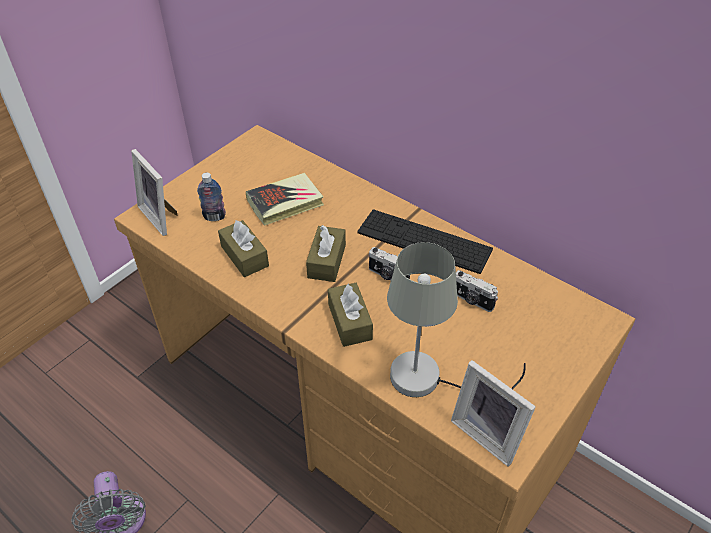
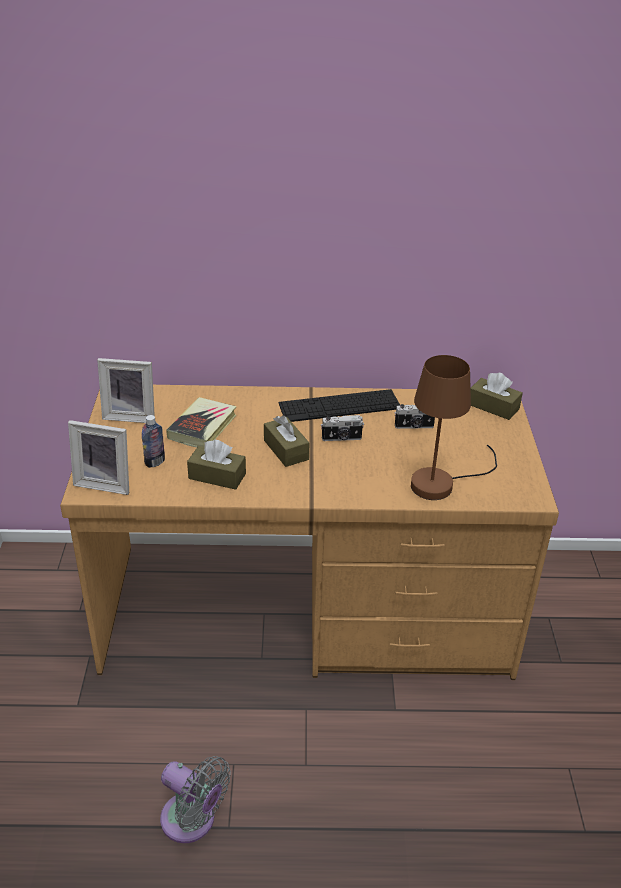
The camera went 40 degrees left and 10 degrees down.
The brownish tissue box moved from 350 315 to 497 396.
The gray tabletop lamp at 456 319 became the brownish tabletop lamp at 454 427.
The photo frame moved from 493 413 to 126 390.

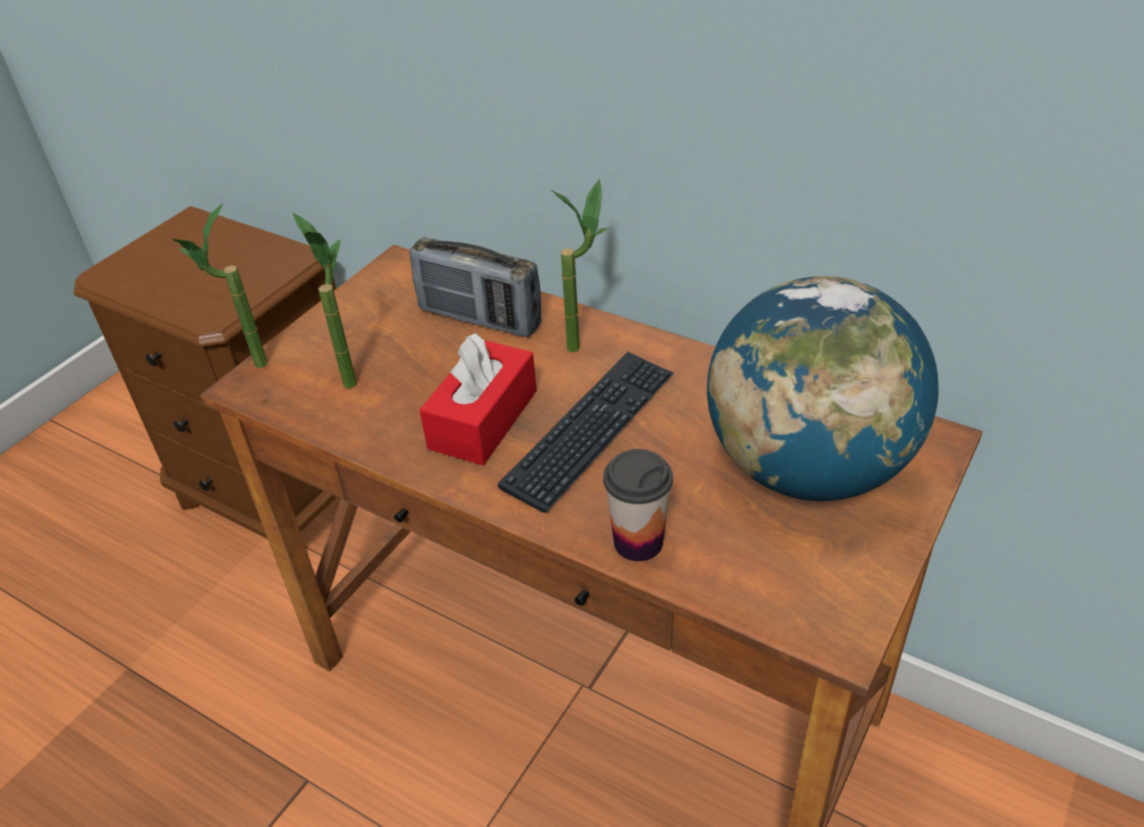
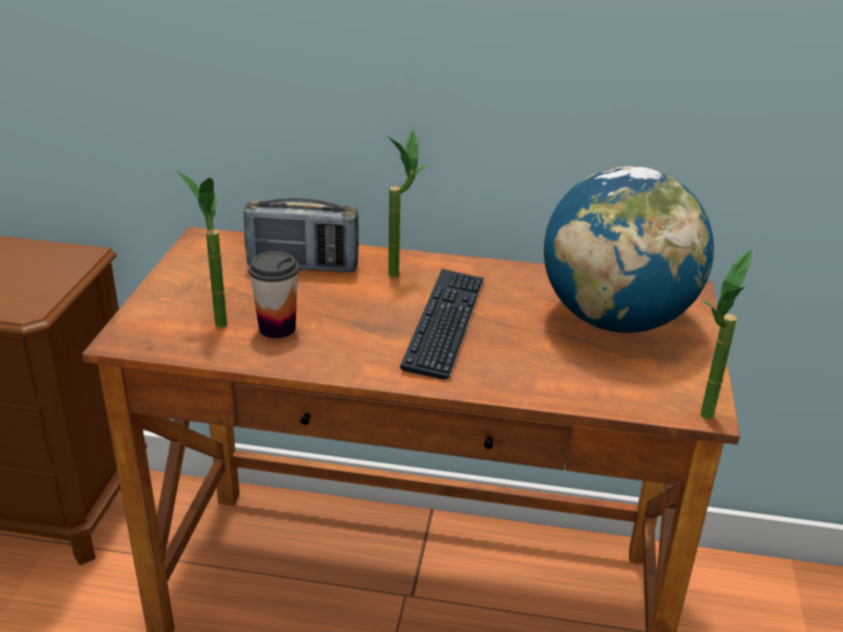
The camera went 25 degrees left and 10 degrees down.
The houseplant moved from 220 285 to 726 335.
The red-coloured tissue box at 478 399 disappeared.
The cup moved from 638 505 to 273 294.

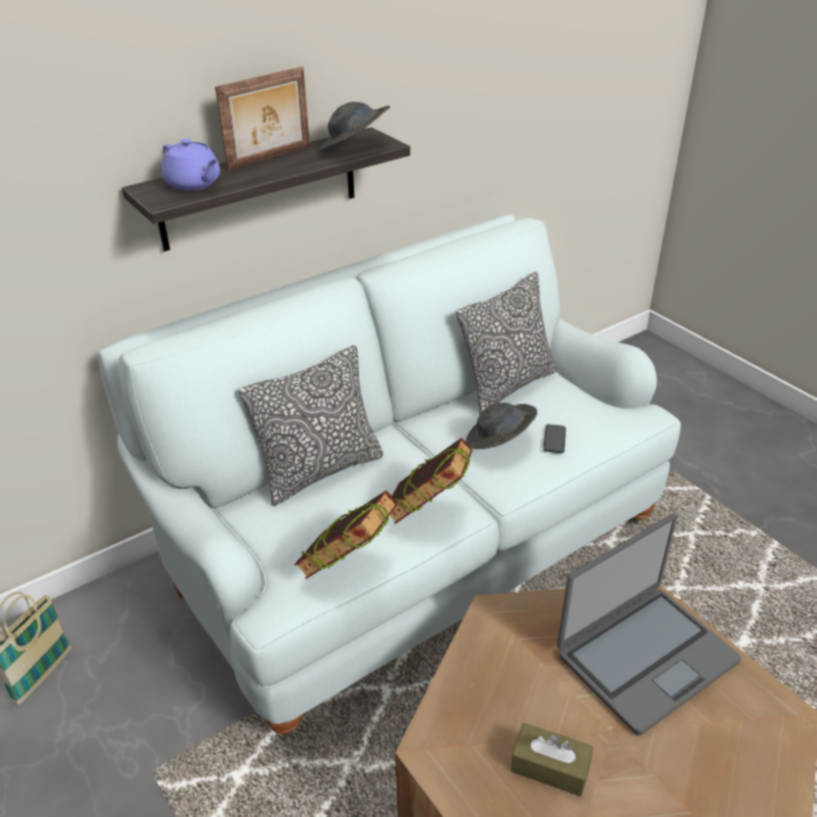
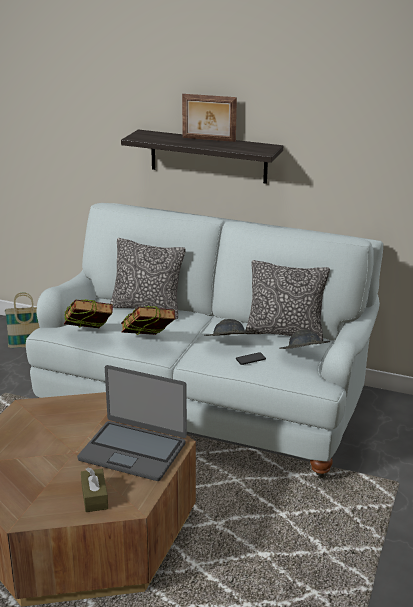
The camera went 55 degrees right and 10 degrees down.
The purple-coloured teapot at 190 165 disappeared.
The gray hat moved from 354 126 to 304 339.
The brownish tissue box moved from 552 760 to 94 489.

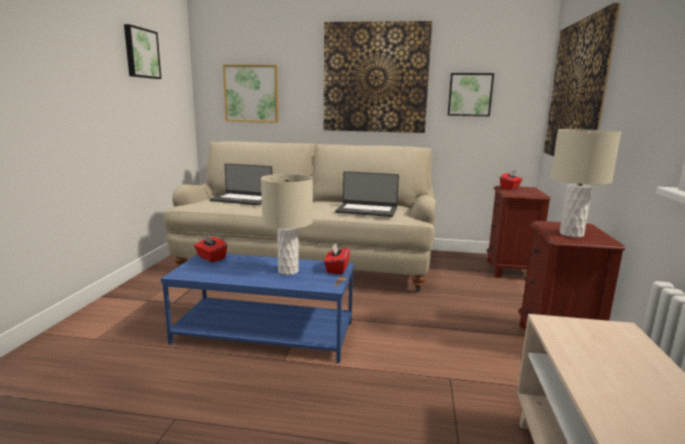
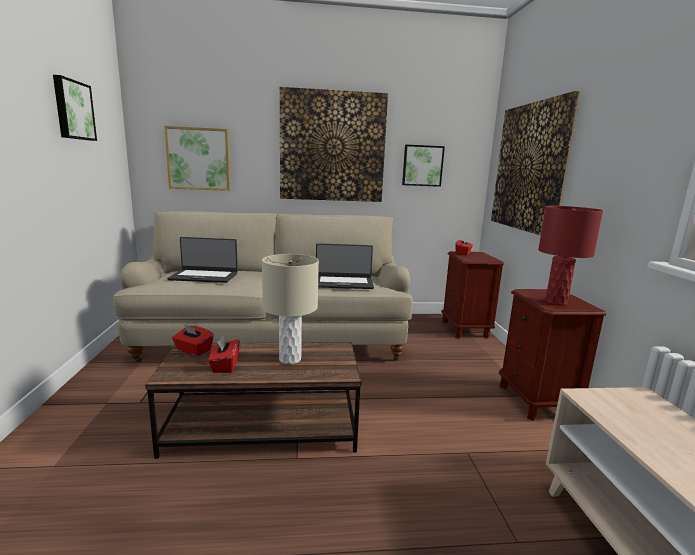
The camera went 15 degrees left and 0 degrees up.
The blue lounge table at 257 308 became the brownish lounge table at 253 400.
The red-coloured tissue box moved from 337 258 to 224 354.
The sand-coloured tabletop lamp at 586 183 became the red-coloured tabletop lamp at 570 255.

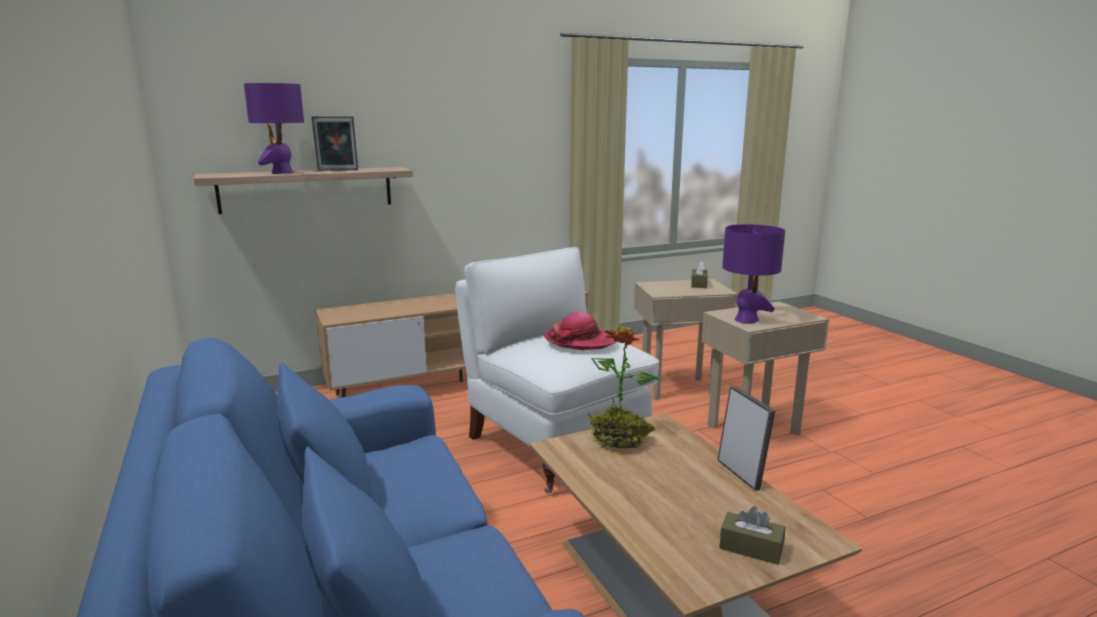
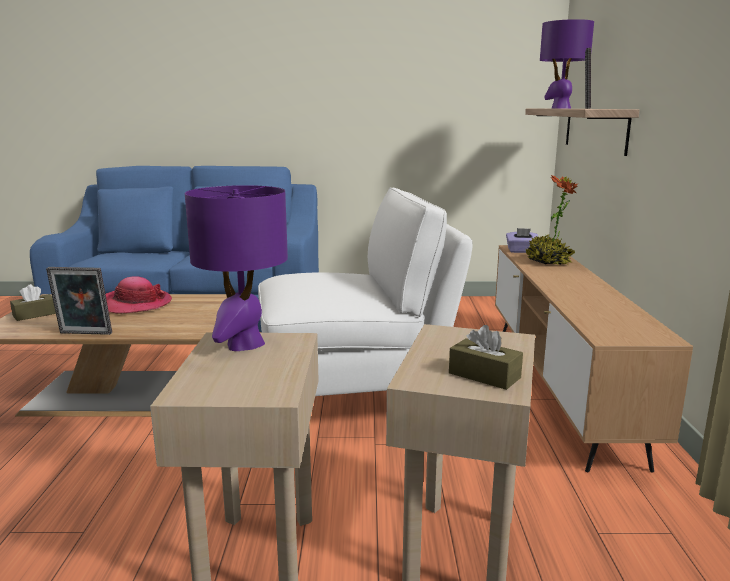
The camera went 115 degrees right and 0 degrees up.
The hat moved from 580 331 to 139 295.
The houseplant moved from 623 387 to 552 220.
The purple-coloured tissue box at 522 240 appeared.

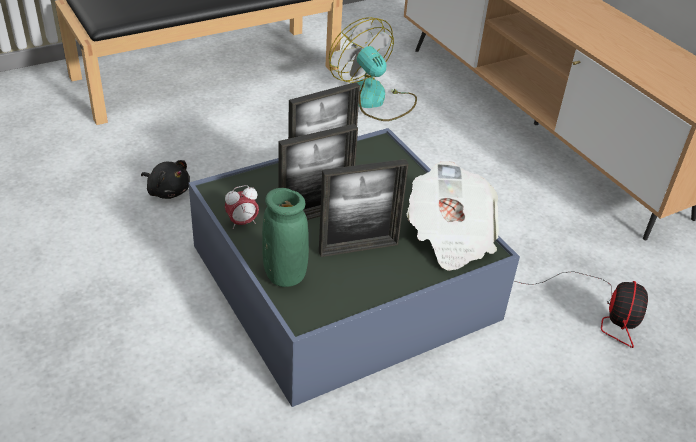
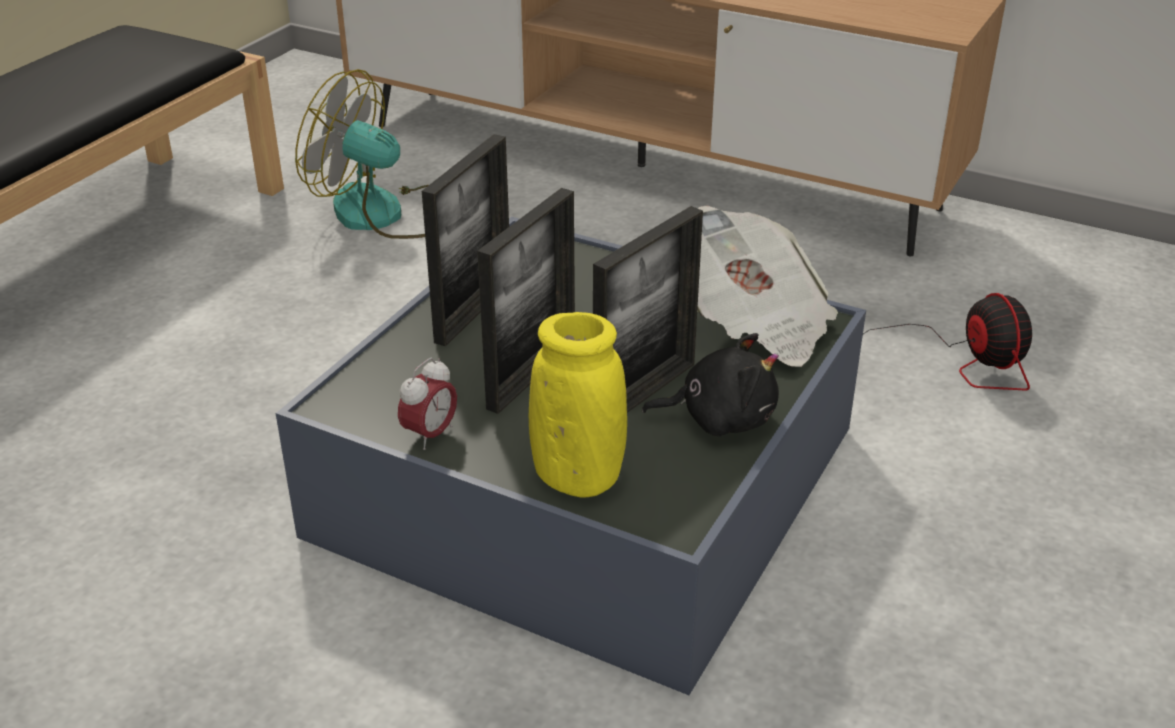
The camera went 30 degrees left and 5 degrees down.
The black-coloured soft toy moved from 165 179 to 710 384.
The green-coloured vase at 285 237 became the yellow-coloured vase at 578 405.

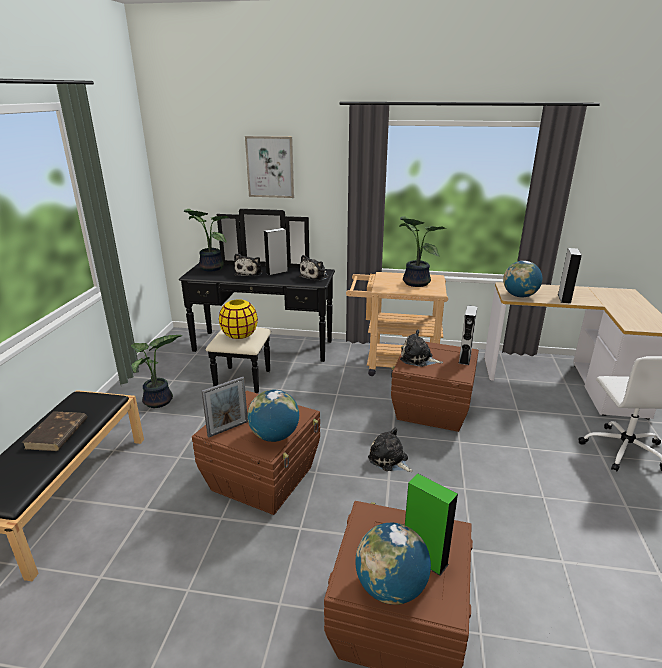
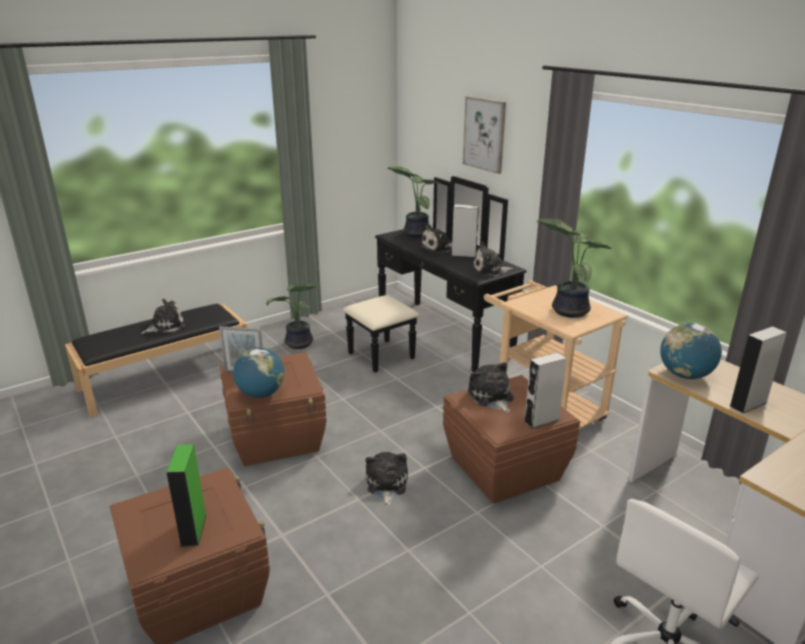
The camera went 45 degrees right and 0 degrees up.
The brownish book at 54 431 was replaced by the soft toy at 163 316.
The yellow-coloured vase at 238 319 disappeared.
The world globe at 393 564 disappeared.

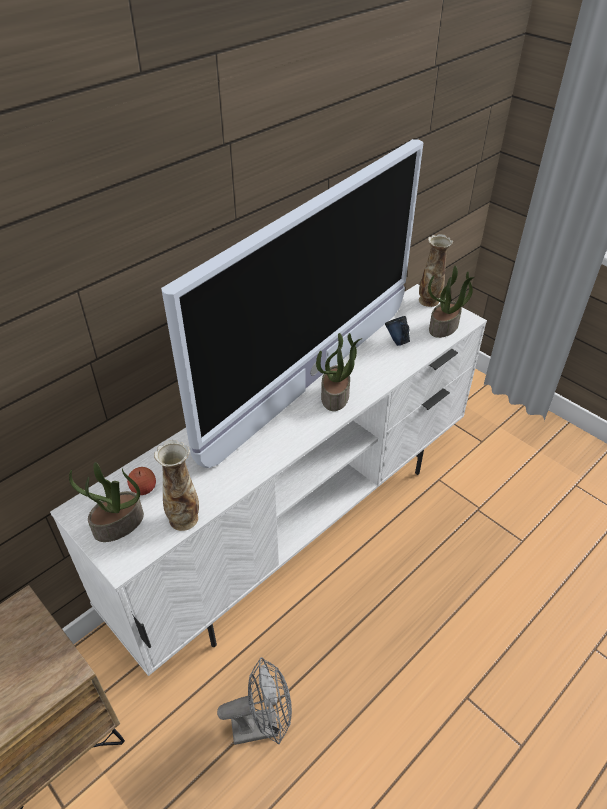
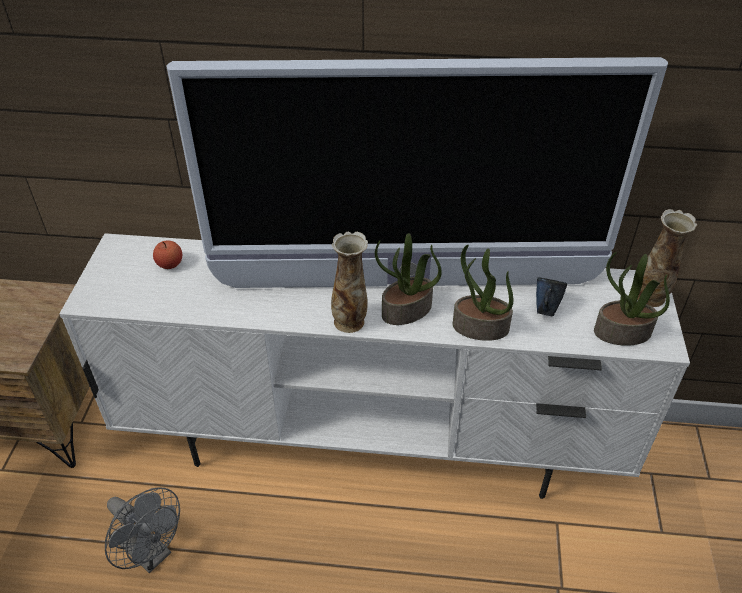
The camera went 50 degrees right and 0 degrees up.
The houseplant moved from 106 502 to 483 293.
The vase moved from 176 485 to 349 282.

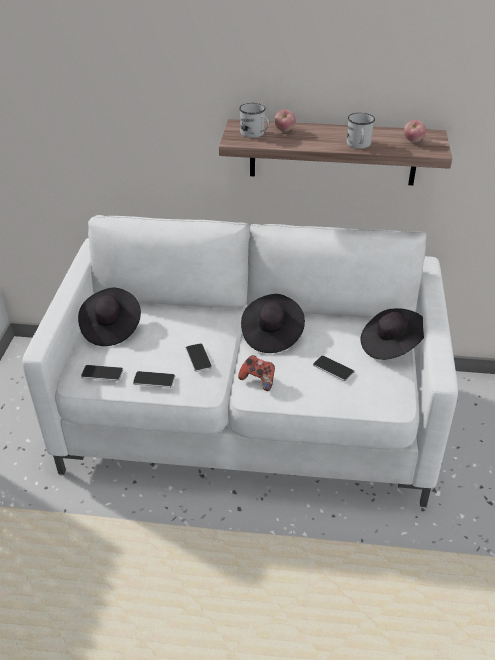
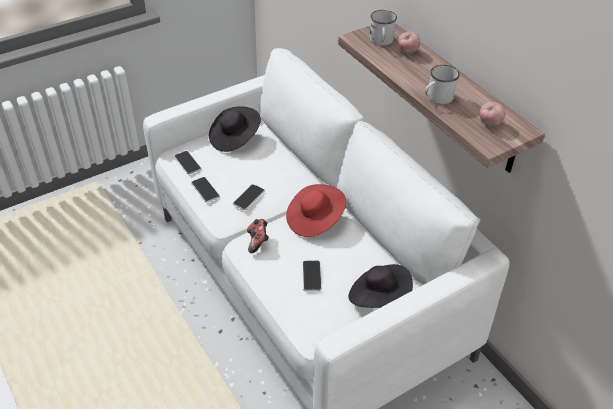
The camera went 50 degrees right and 5 degrees up.
The black-coloured hat at 273 323 became the red-coloured hat at 316 210.

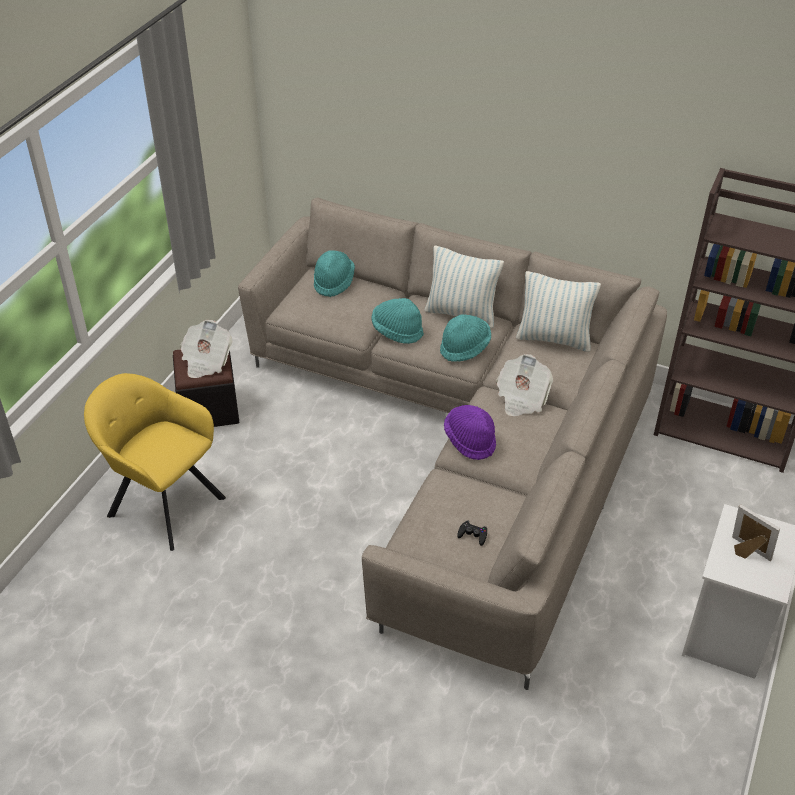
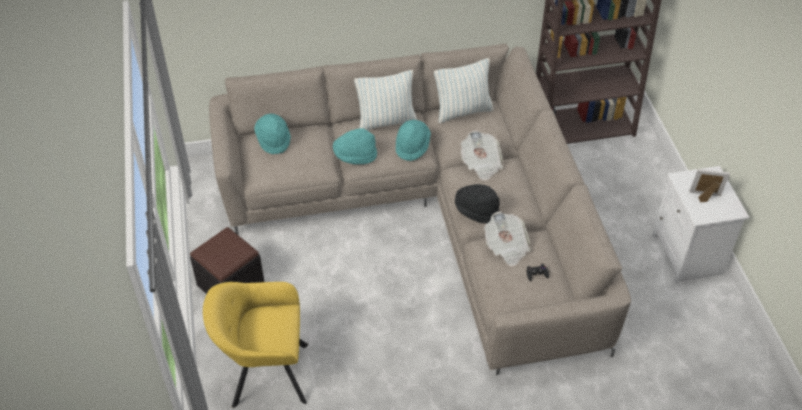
The camera went 35 degrees left and 5 degrees up.
The printed paper moved from 206 349 to 507 239.
The purple-coloured hat at 470 432 became the black-coloured hat at 477 203.

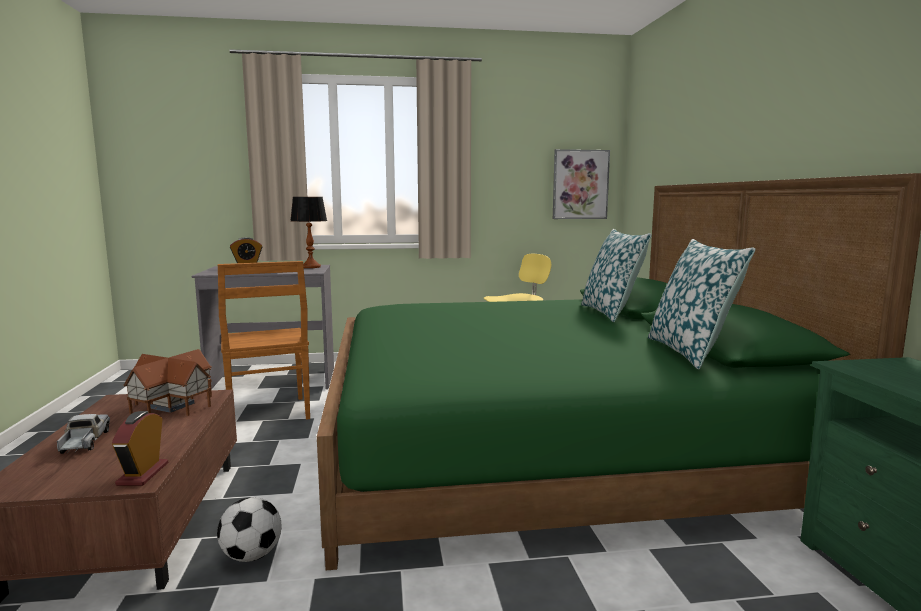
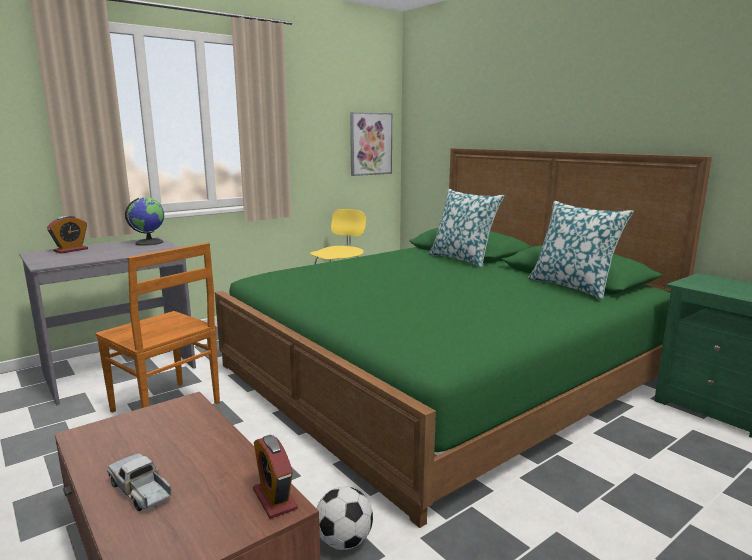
The camera went 30 degrees left and 5 degrees up.
The miniature house at 167 382 disappeared.
The tabletop lamp at 309 232 was replaced by the world globe at 144 221.

